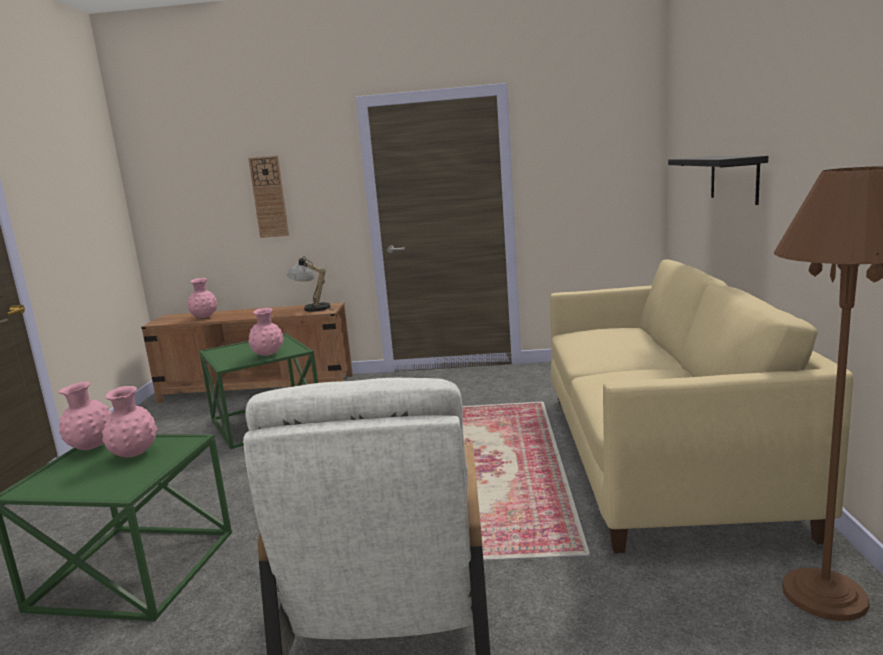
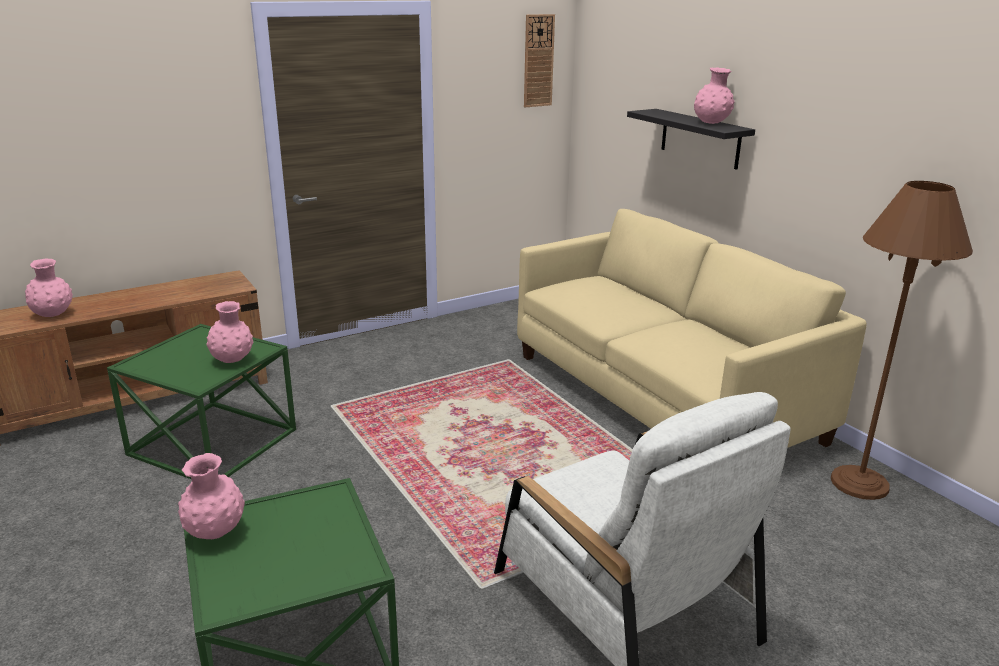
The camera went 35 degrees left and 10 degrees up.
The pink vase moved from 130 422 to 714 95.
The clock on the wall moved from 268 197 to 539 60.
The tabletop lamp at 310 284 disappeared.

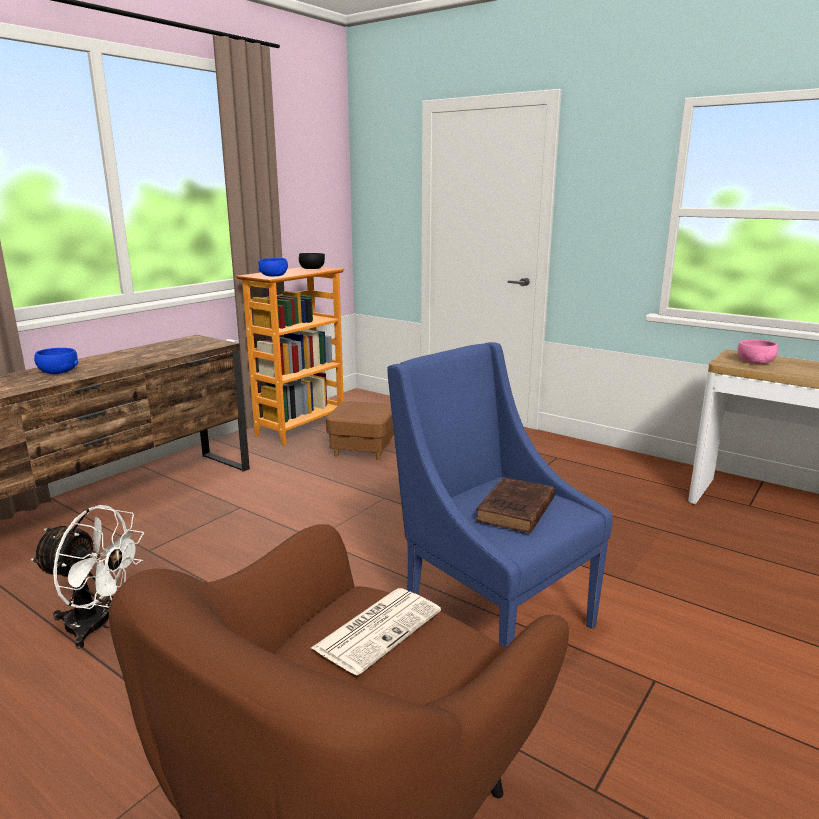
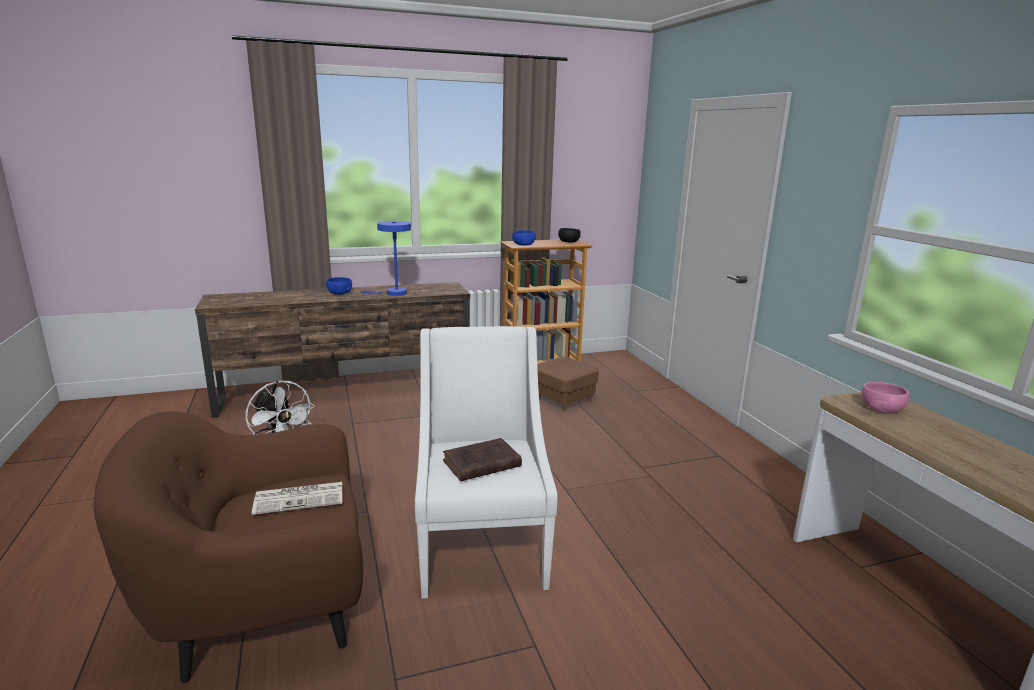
The camera went 35 degrees right and 0 degrees up.
The blue armchair at 500 495 became the white-coloured armchair at 486 462.
The blue tabletop lamp at 385 258 appeared.

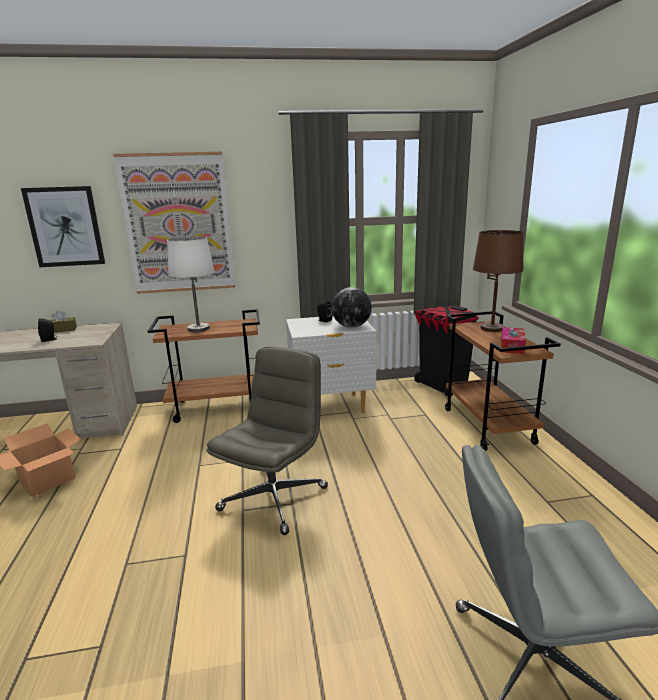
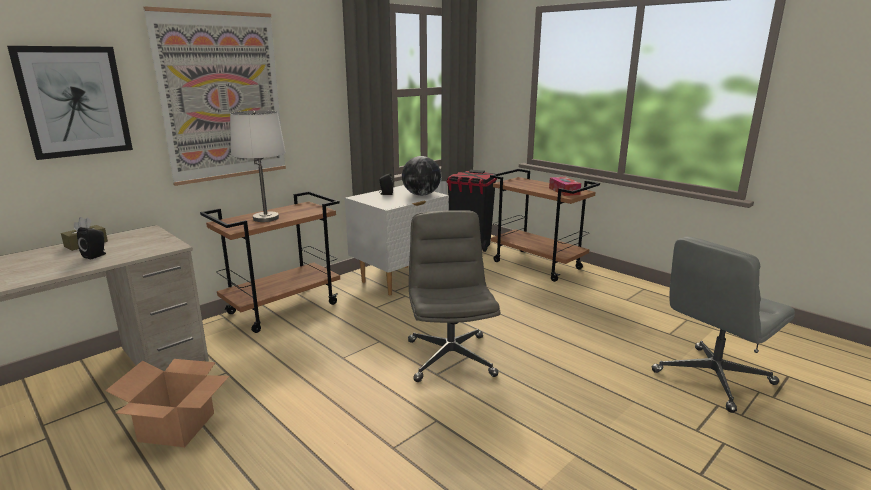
The camera went 35 degrees left and 0 degrees up.
The brownish tabletop lamp at 498 281 disappeared.

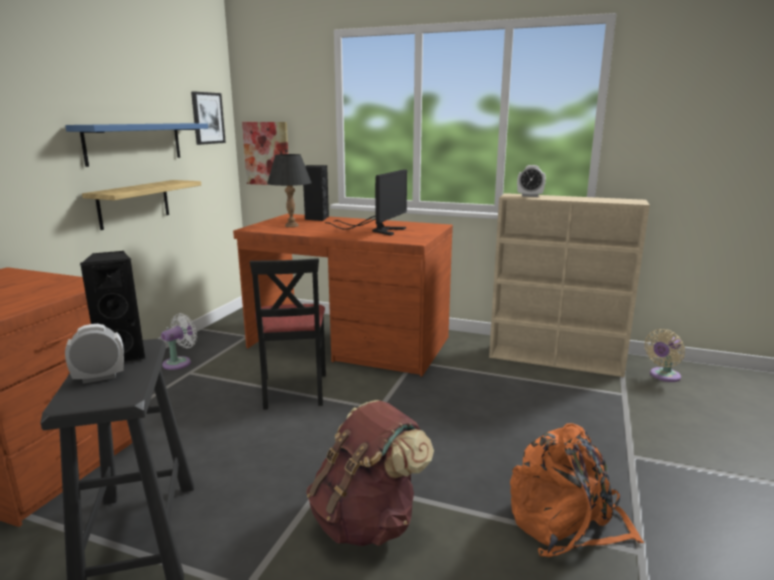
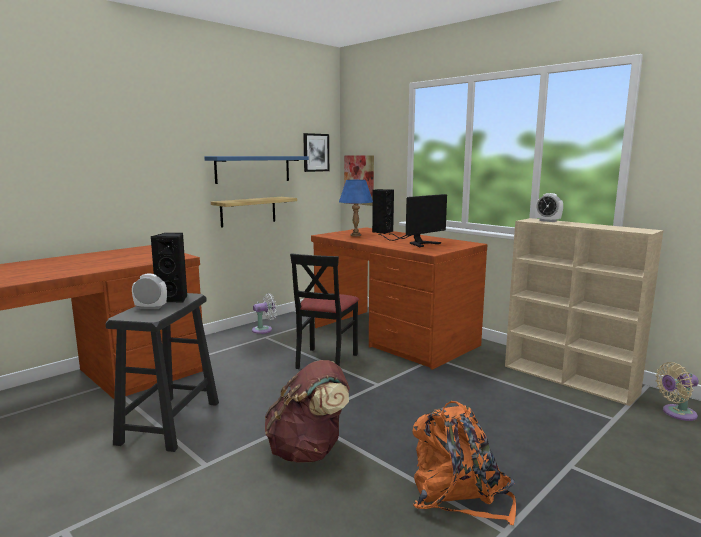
The camera went 25 degrees right and 5 degrees down.
The black-coloured tabletop lamp at 289 190 became the blue tabletop lamp at 356 208.

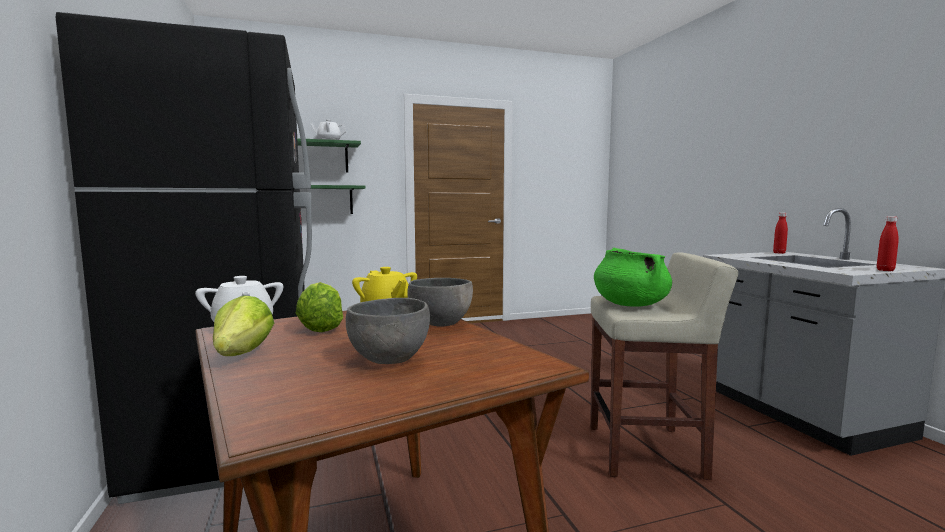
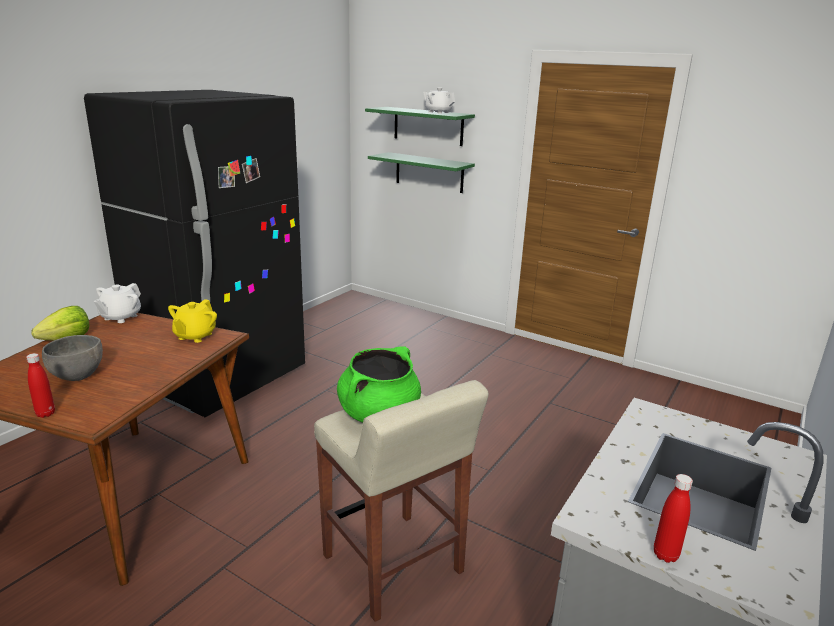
The camera went 50 degrees right and 15 degrees up.
The head of lettuce at 319 307 disappeared.
The gray bowl at 440 302 disappeared.
The red-coloured bottle moved from 780 233 to 40 385.

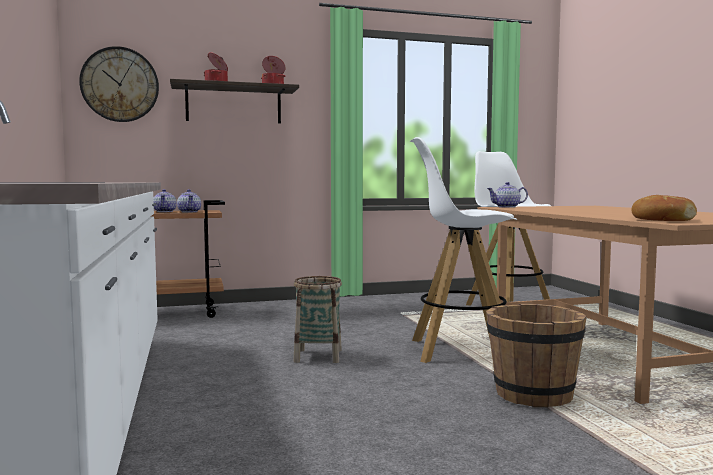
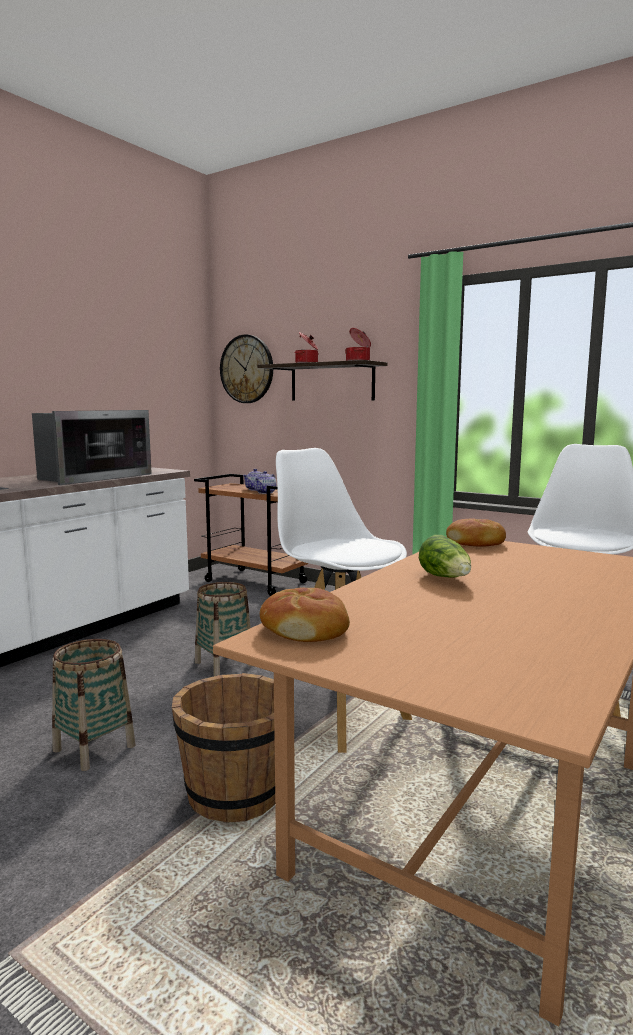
The camera went 50 degrees right and 5 degrees up.
The teapot at 507 195 was replaced by the baked bread at 476 532.
The microwave oven at 92 447 appeared.
The household basket at 94 705 appeared.
The head of lettuce at 445 556 appeared.

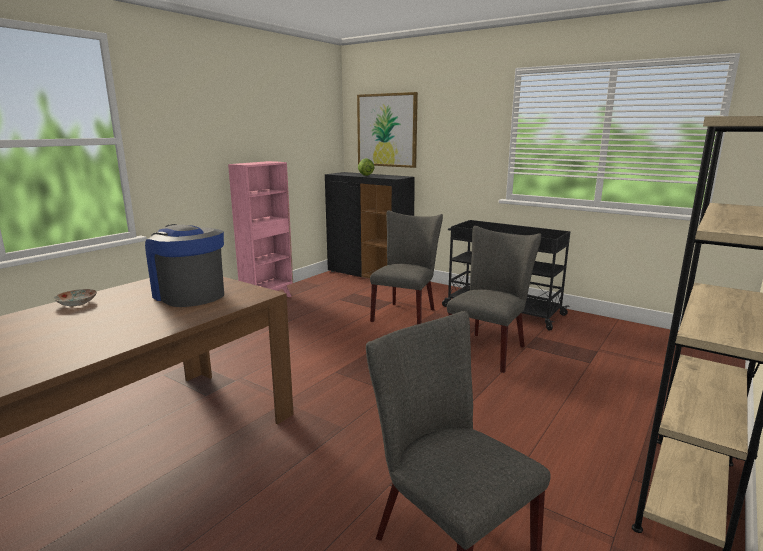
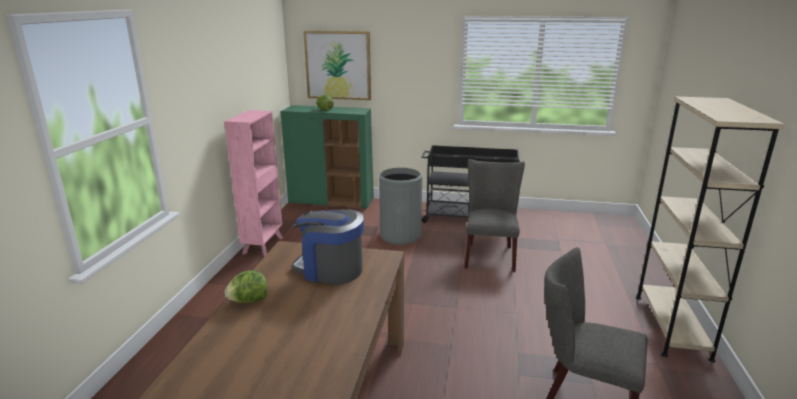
The camera went 25 degrees left and 5 degrees up.
The plate at 75 298 was replaced by the head of lettuce at 246 286.
The black-coloured cupboard at 370 225 became the green-coloured cupboard at 327 157.
The gray plain chair at 406 267 was replaced by the gray waste bin at 400 206.

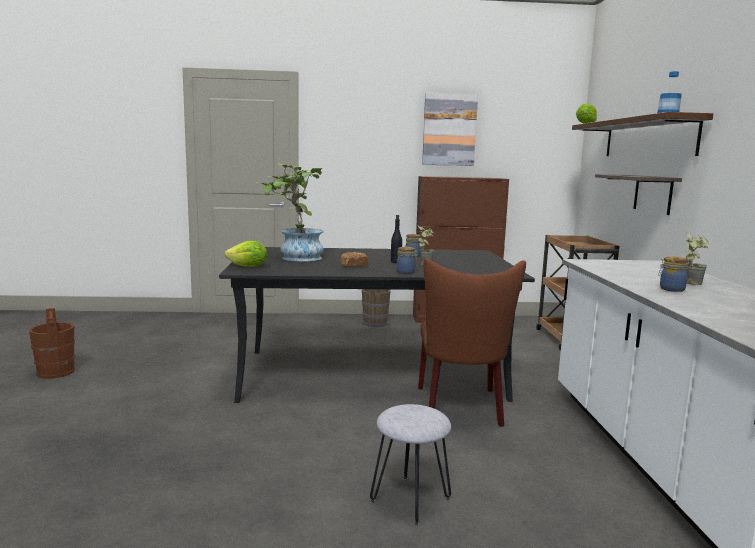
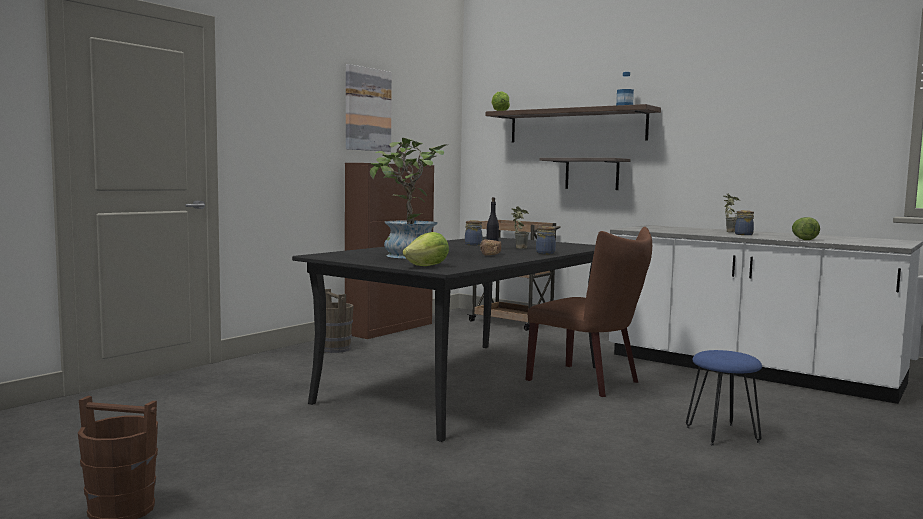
The camera went 50 degrees left and 5 degrees down.
The gray stool seat at 410 465 became the blue stool seat at 724 398.
The head of lettuce at 806 228 appeared.

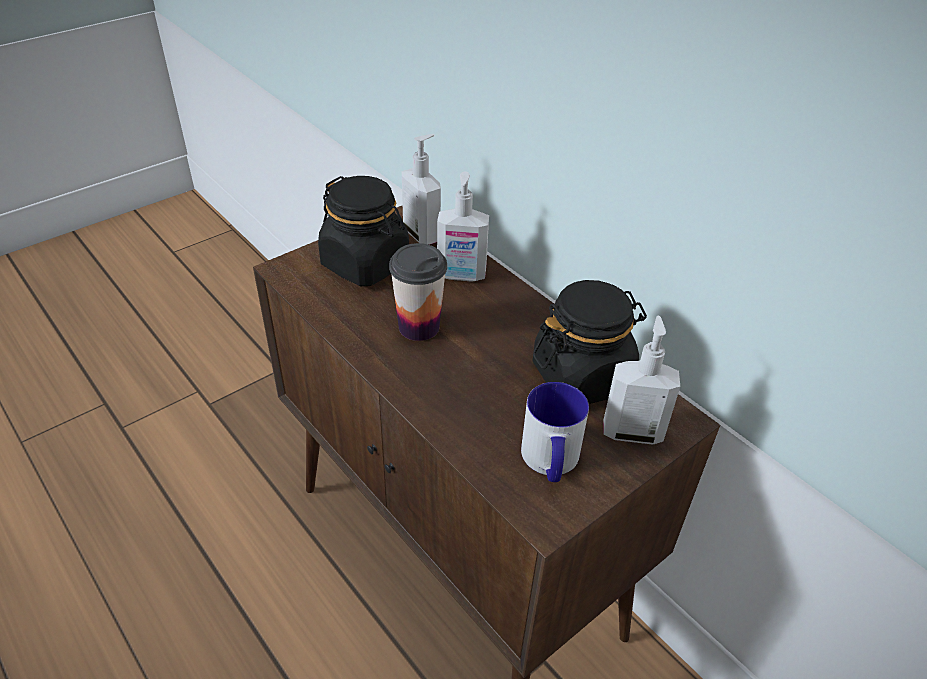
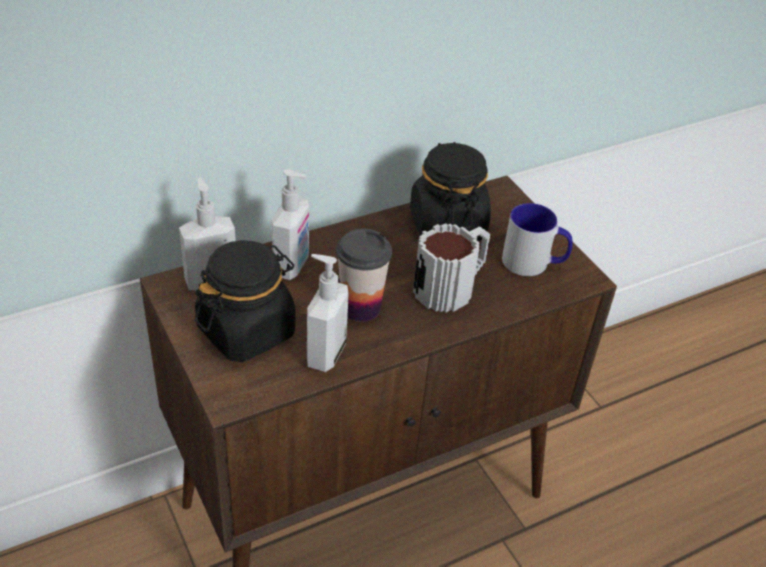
The camera went 80 degrees left and 0 degrees up.
The liquid soap bottle moved from 642 380 to 328 313.
The coffee mug at 451 268 appeared.

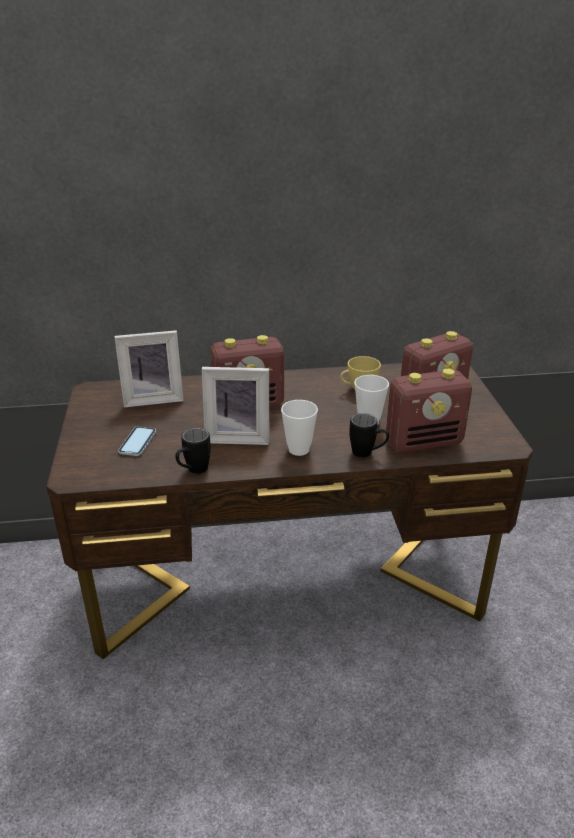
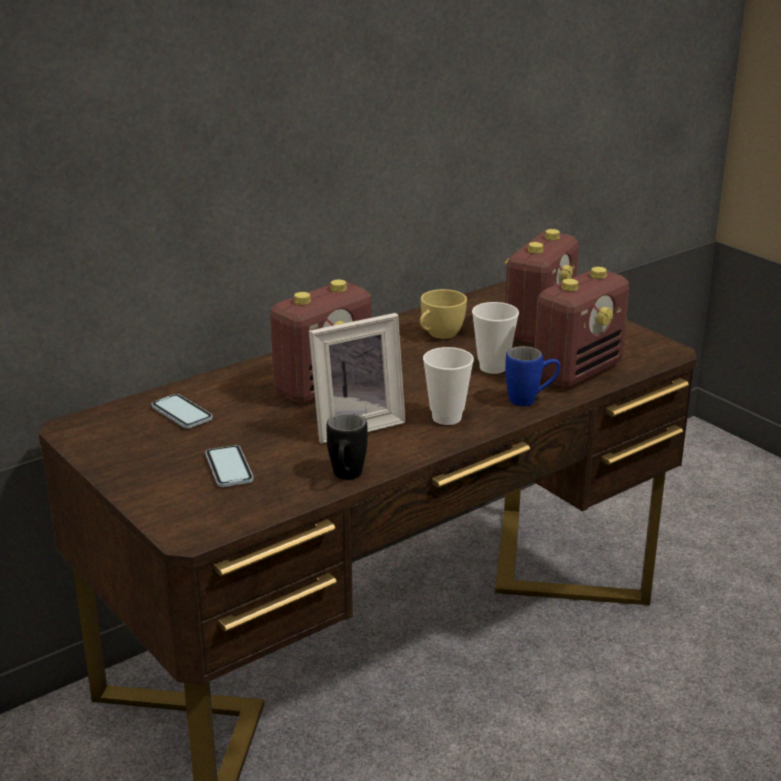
The camera went 30 degrees left and 5 degrees down.
The photo frame at 149 369 was replaced by the telephone at 182 411.
The black-coloured coffee mug at 369 435 became the blue coffee mug at 532 376.

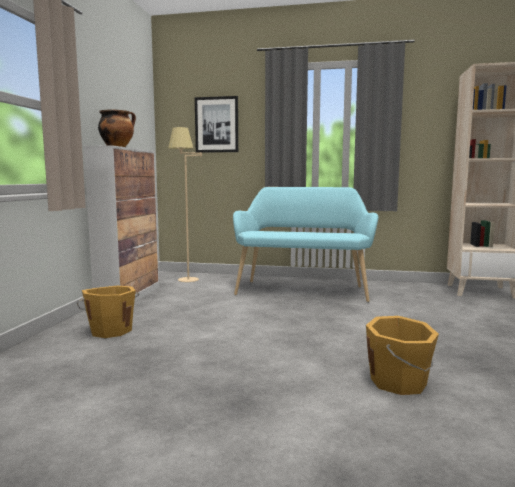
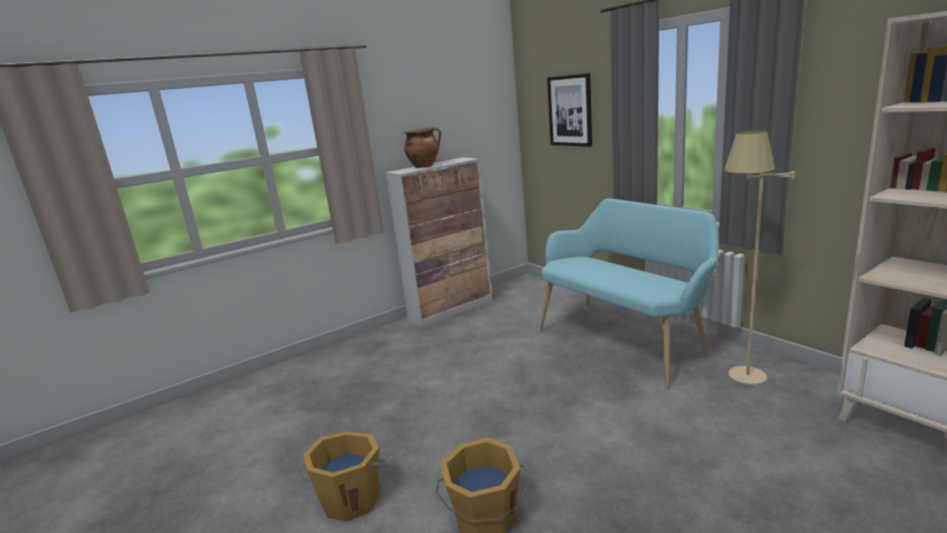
The camera went 45 degrees right and 10 degrees up.
The orange bucket moved from 108 312 to 344 477.
The sand-coloured floor lamp moved from 185 204 to 759 258.

